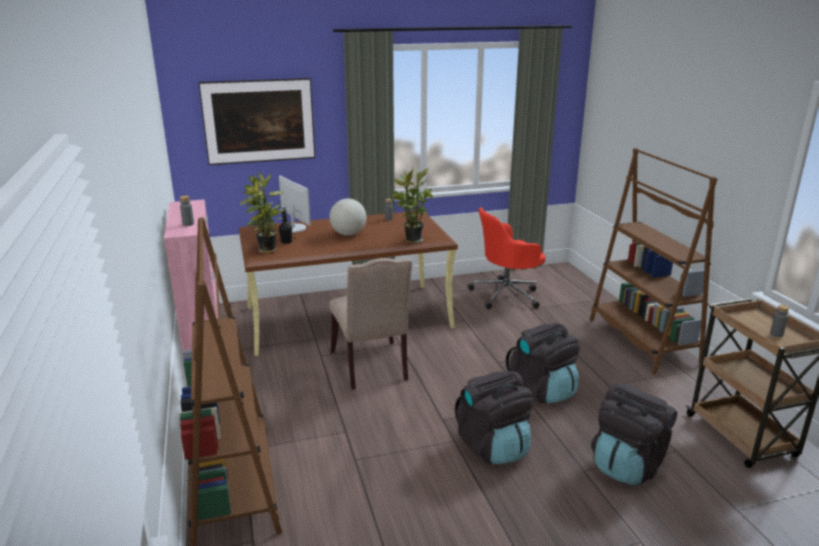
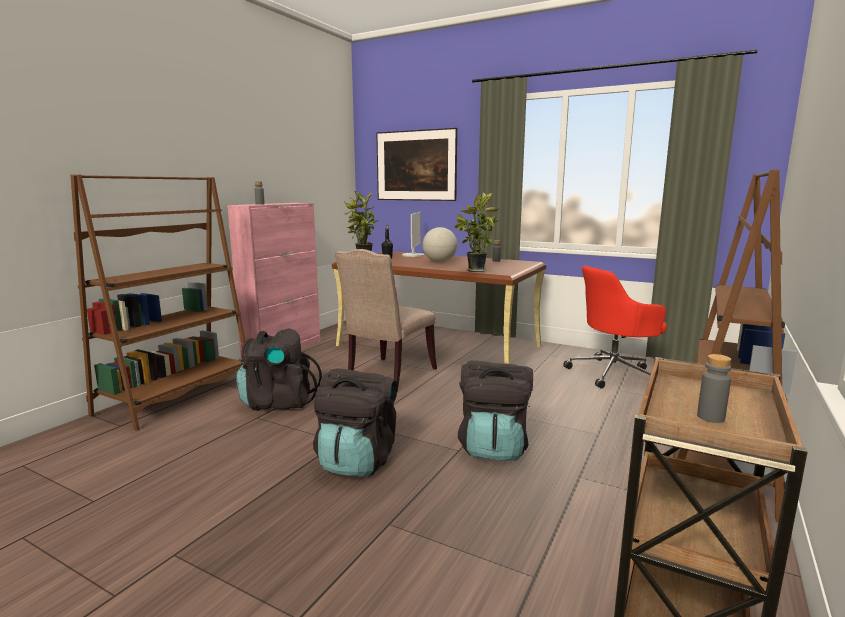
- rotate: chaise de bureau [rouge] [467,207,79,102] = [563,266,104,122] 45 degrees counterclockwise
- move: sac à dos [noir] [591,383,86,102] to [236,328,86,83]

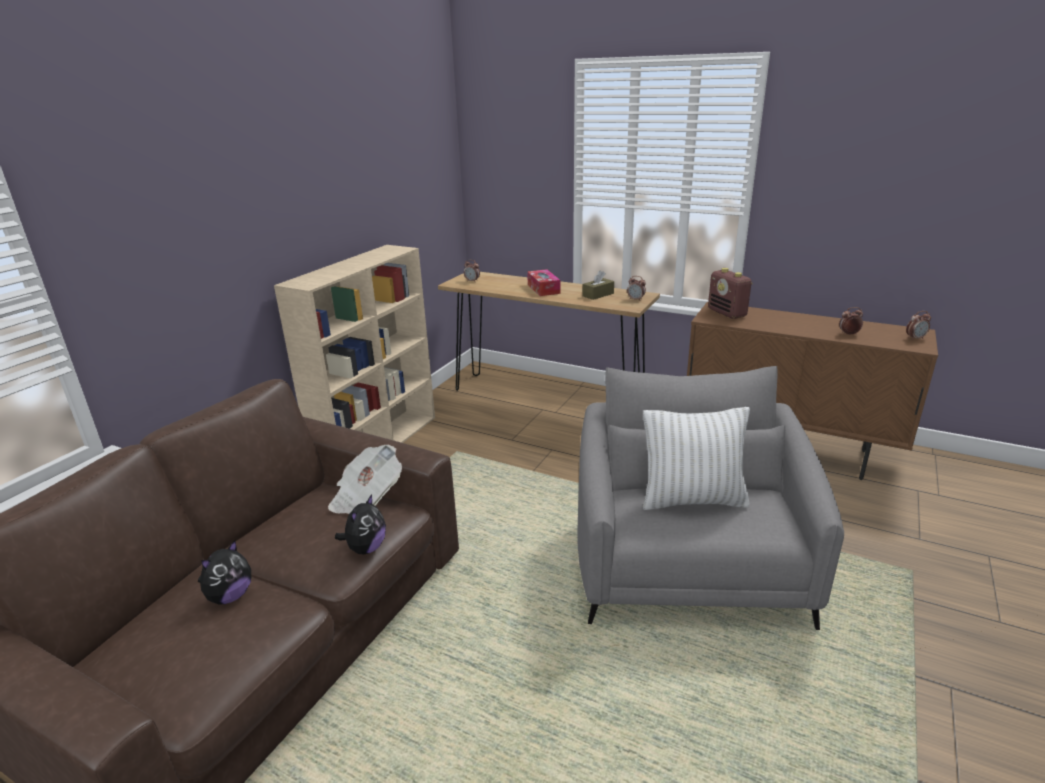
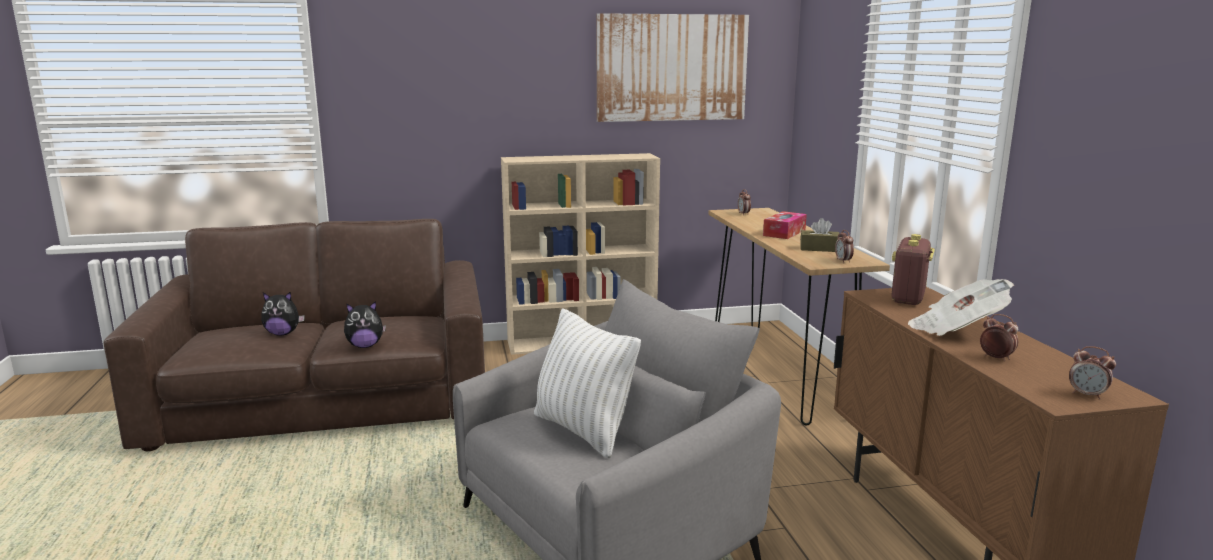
- move: journal [328,445,74,69] to [908,279,106,57]
- insert: tableau [596,13,153,109]

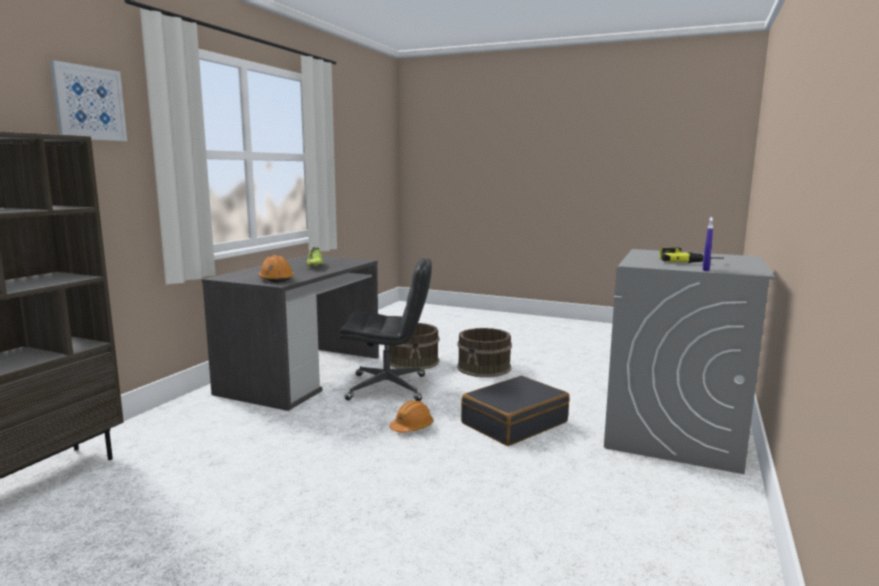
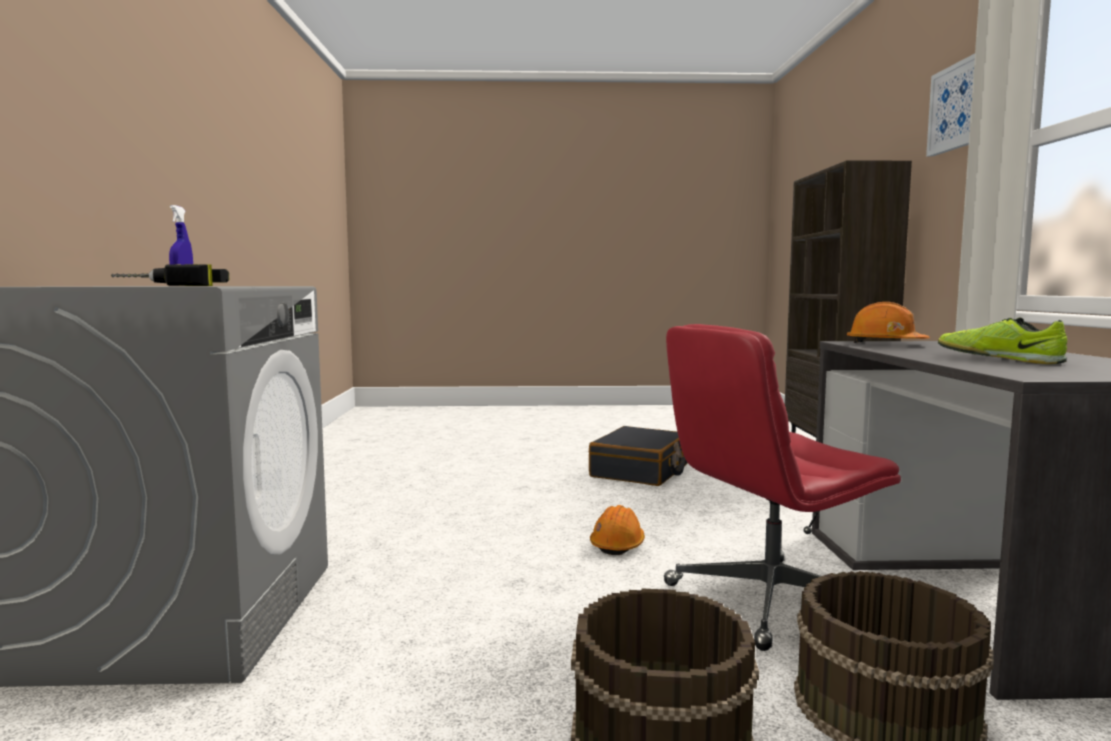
- recolor: chaise de bureau [noir] [340,258,92,143] to chaise de bureau [rouge] [664,324,237,327]
- move: valise [noir] [461,376,109,70] to [589,426,99,60]

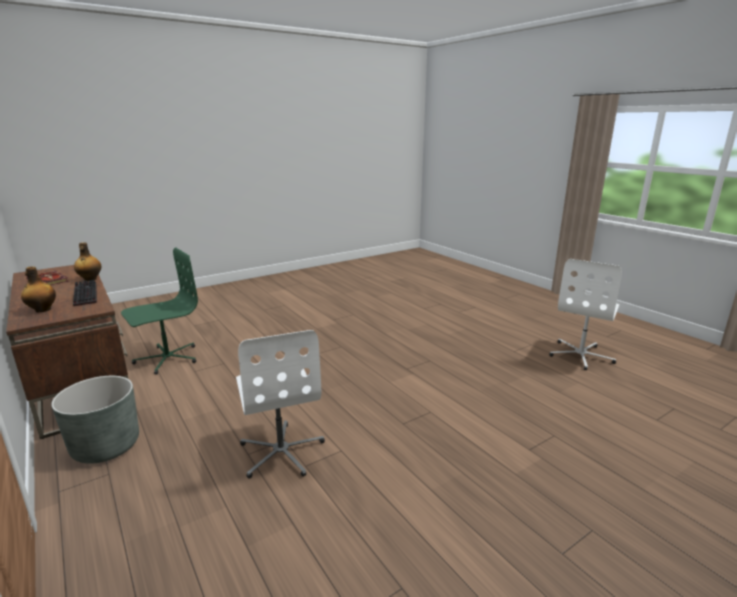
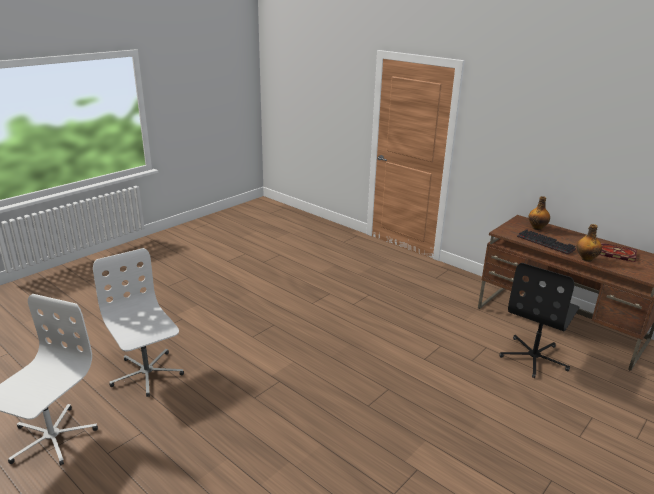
- recolor: chaise de bureau [vert] [121,248,77,127] to chaise de bureau [noir] [499,263,80,115]
- move: chaise de bureau [blanc] [236,330,89,149] to [93,248,91,149]
- delete: cache-pot [gris] [51,376,88,88]

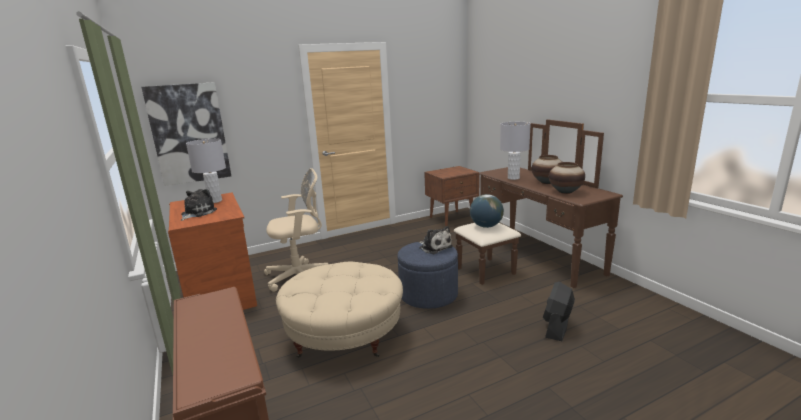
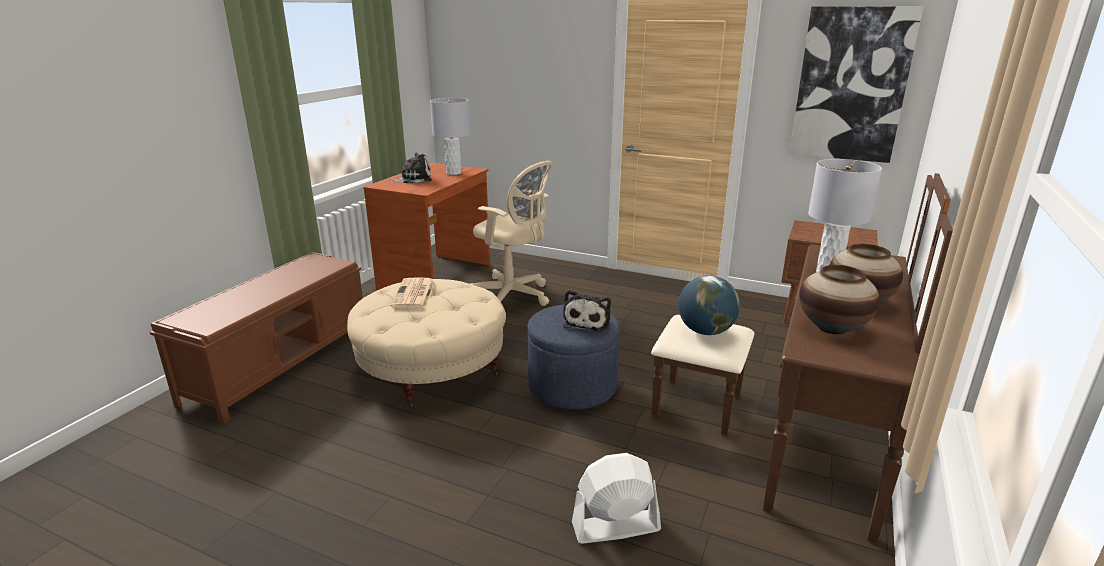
- move: tableau [141,82,90,104] to [789,7,134,156]
- recolor: ventilateur [noir] [543,282,32,59] to ventilateur [blanc] [572,453,89,91]
- insert: journal [391,277,44,31]

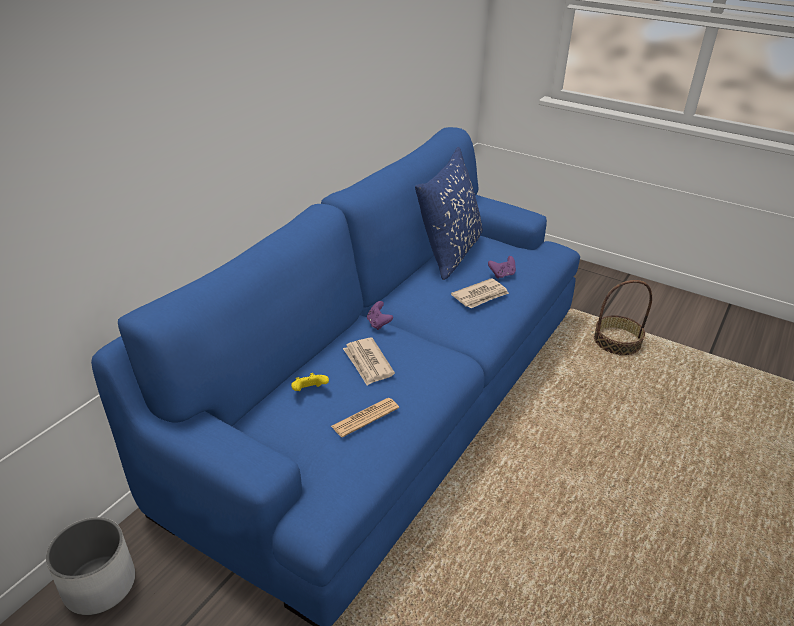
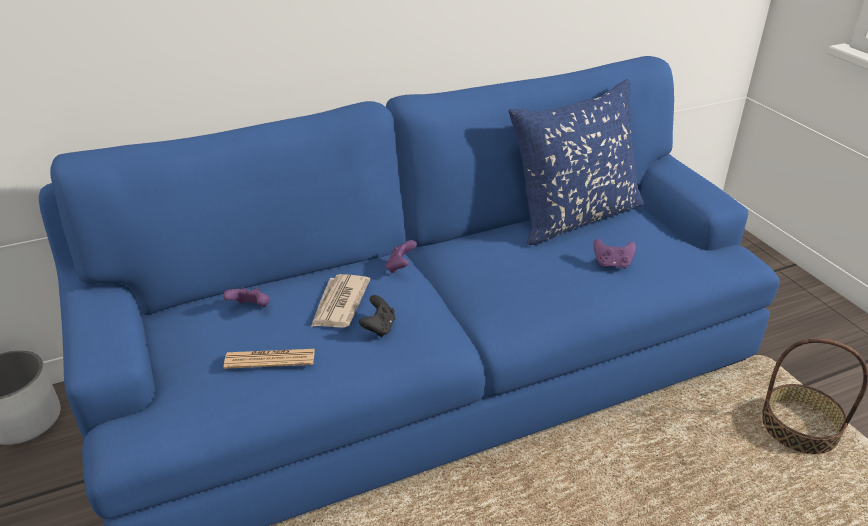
- delete: journal [451,278,58,30]
- recolor: manette [jaune] [291,373,38,18] to manette [violet] [223,287,47,20]
- insert: manette [noir] [359,295,36,42]

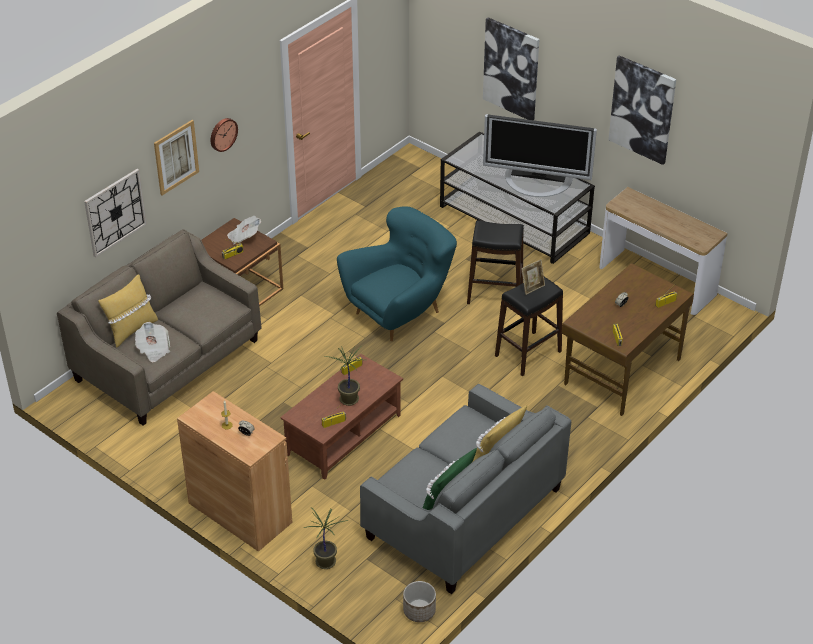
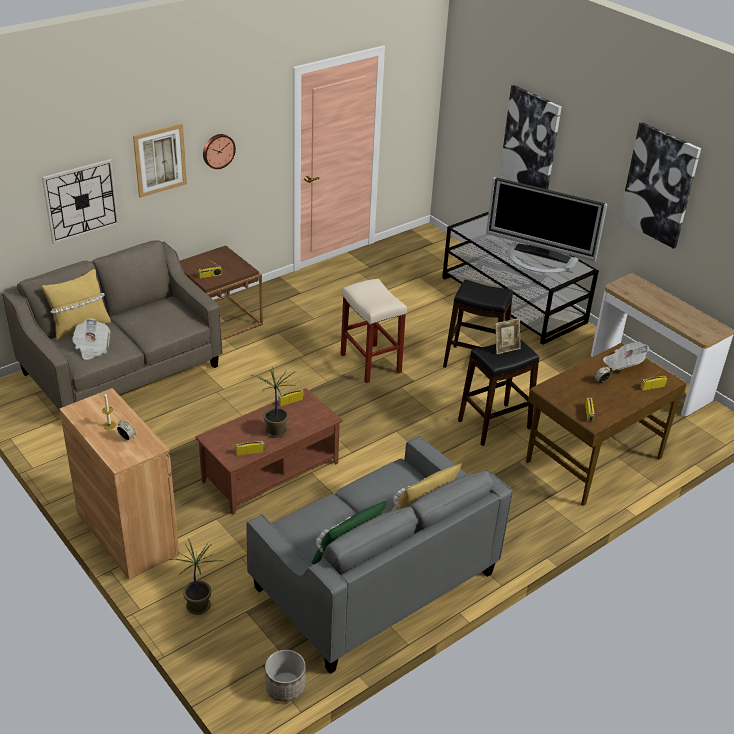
- replace: fauteuil [turquoise] [337,206,120,135] to tabouret [beige] [341,279,66,104]
- move: journal [227,216,34,28] to [603,342,47,29]

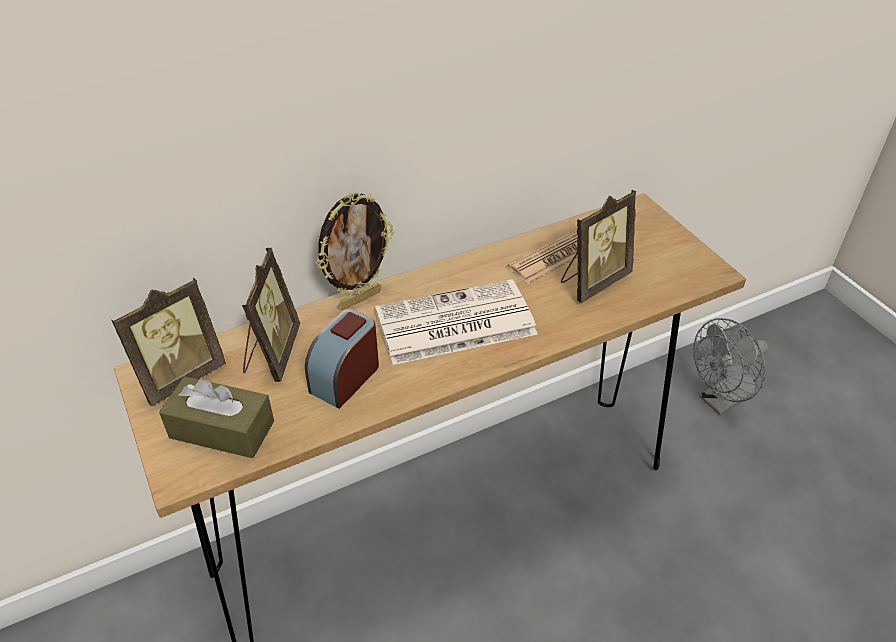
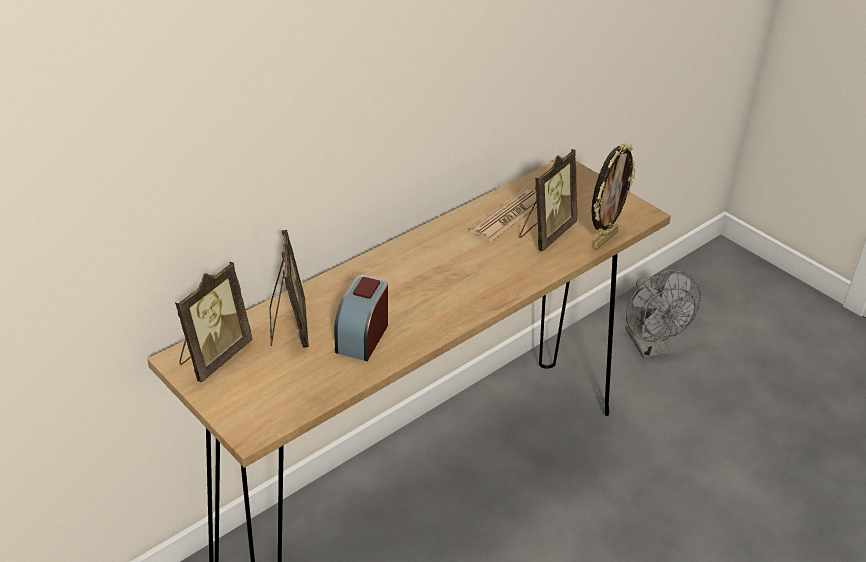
- move: cadre photo [316,192,78,118] to [591,143,44,107]
- delete: journal [375,279,163,86]
- rotate: ventilateur [gris] [694,318,75,97] = [625,270,76,89] 60 degrees counterclockwise
- delete: boîte à mouchoirs [marron] [159,376,115,82]

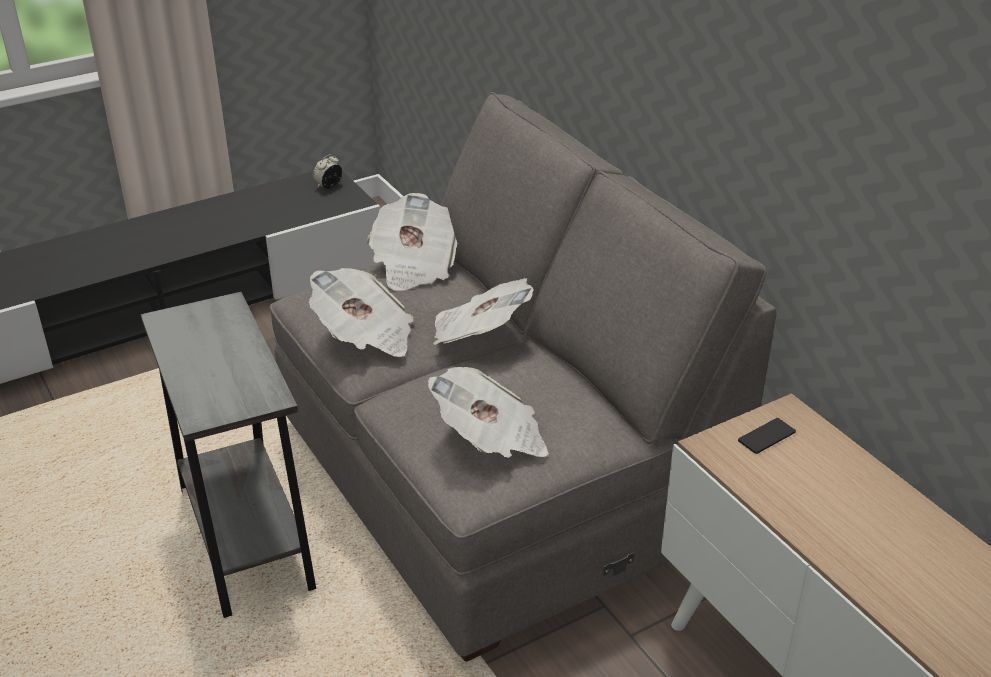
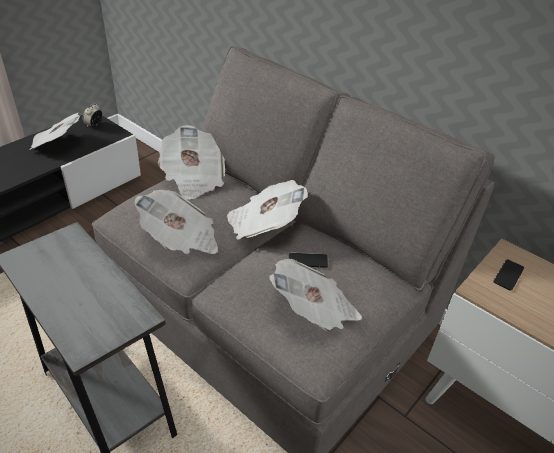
- insert: journal [29,112,51,38]
- insert: téléphone [289,253,39,15]

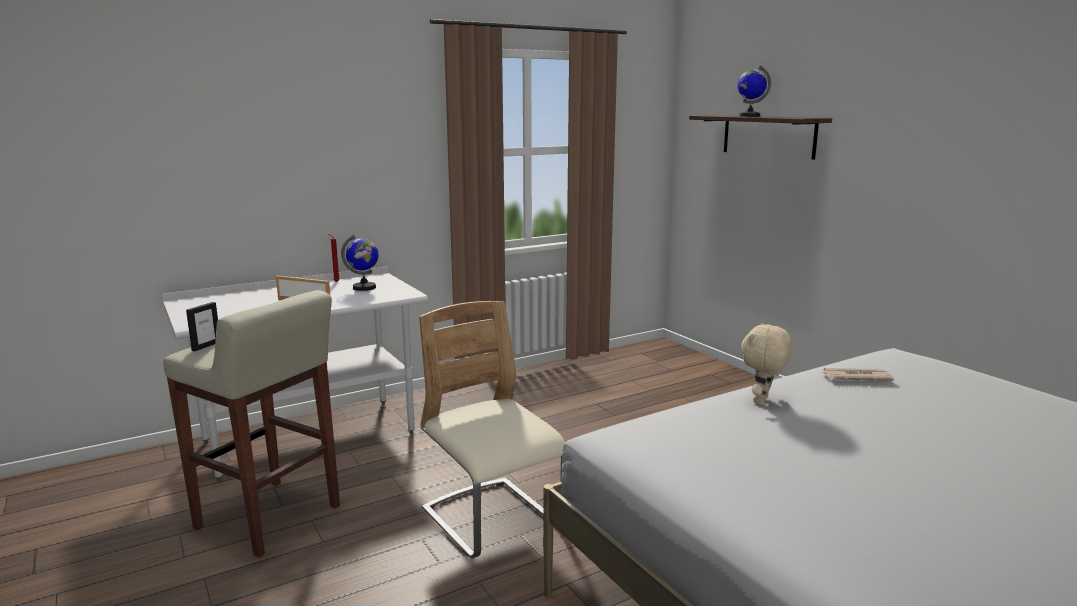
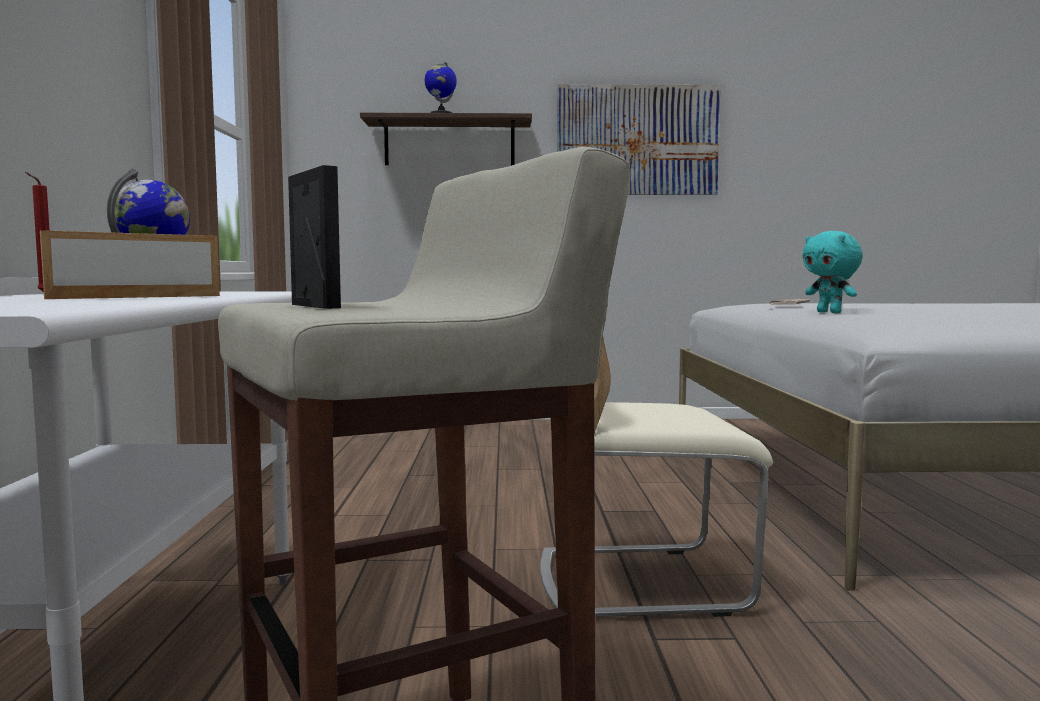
- recolor: peluche [beige] [741,323,52,82] to peluche [turquoise] [802,231,61,82]
- insert: tableau [557,84,163,111]

